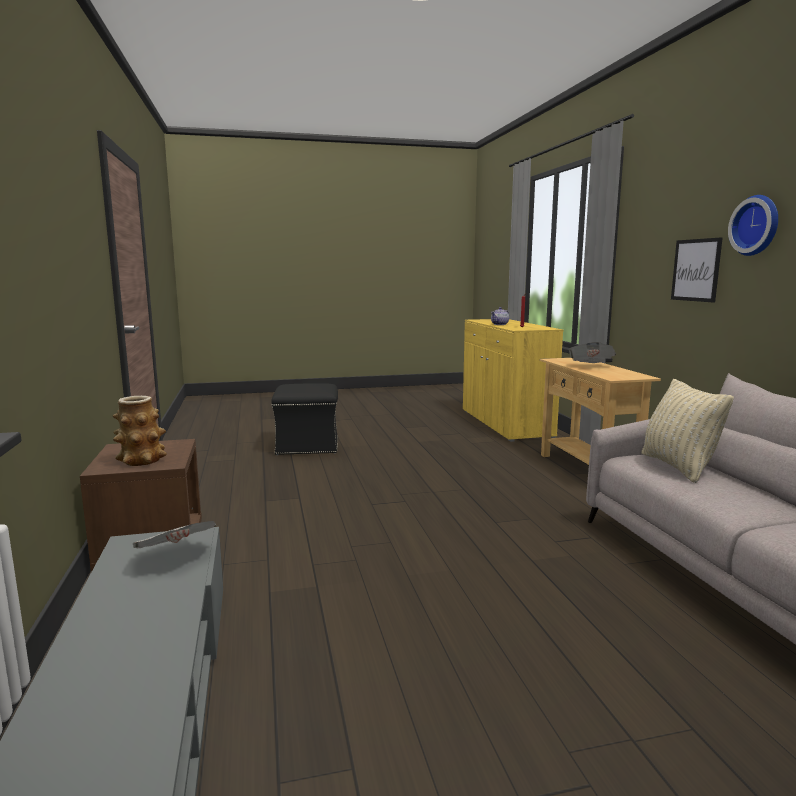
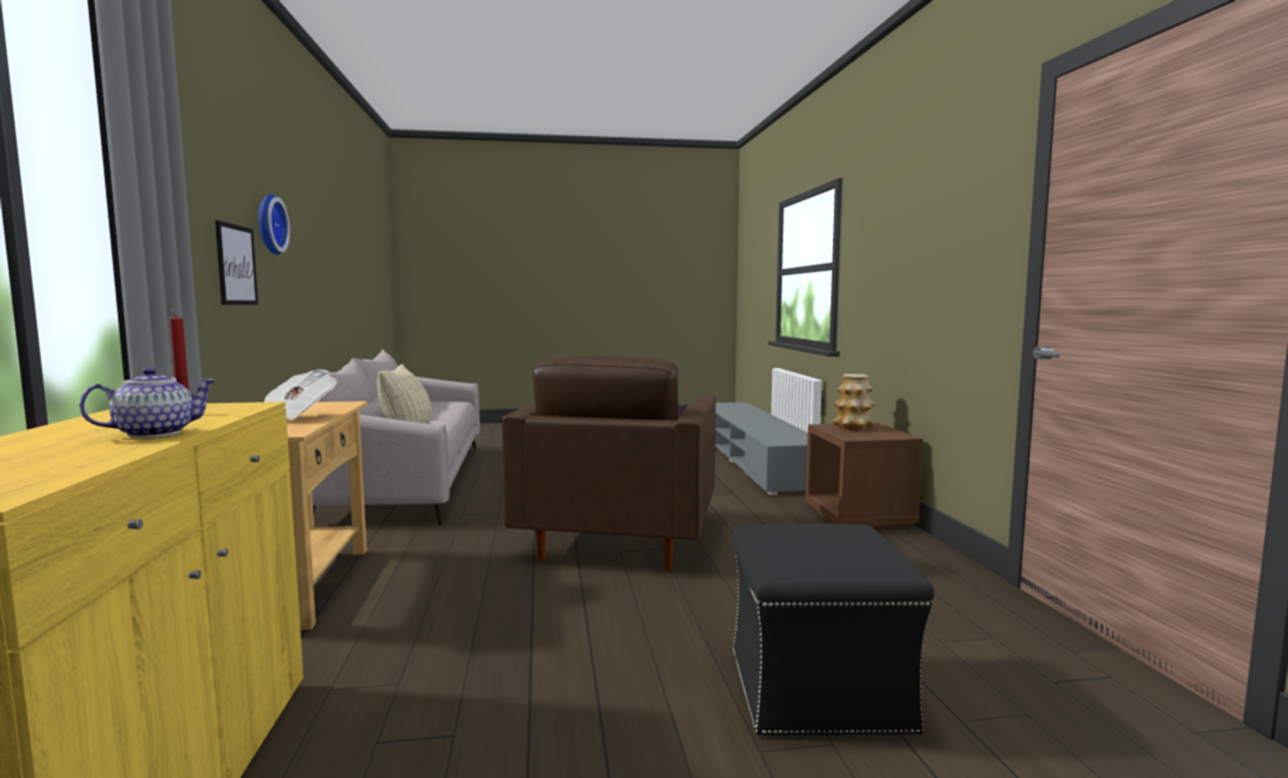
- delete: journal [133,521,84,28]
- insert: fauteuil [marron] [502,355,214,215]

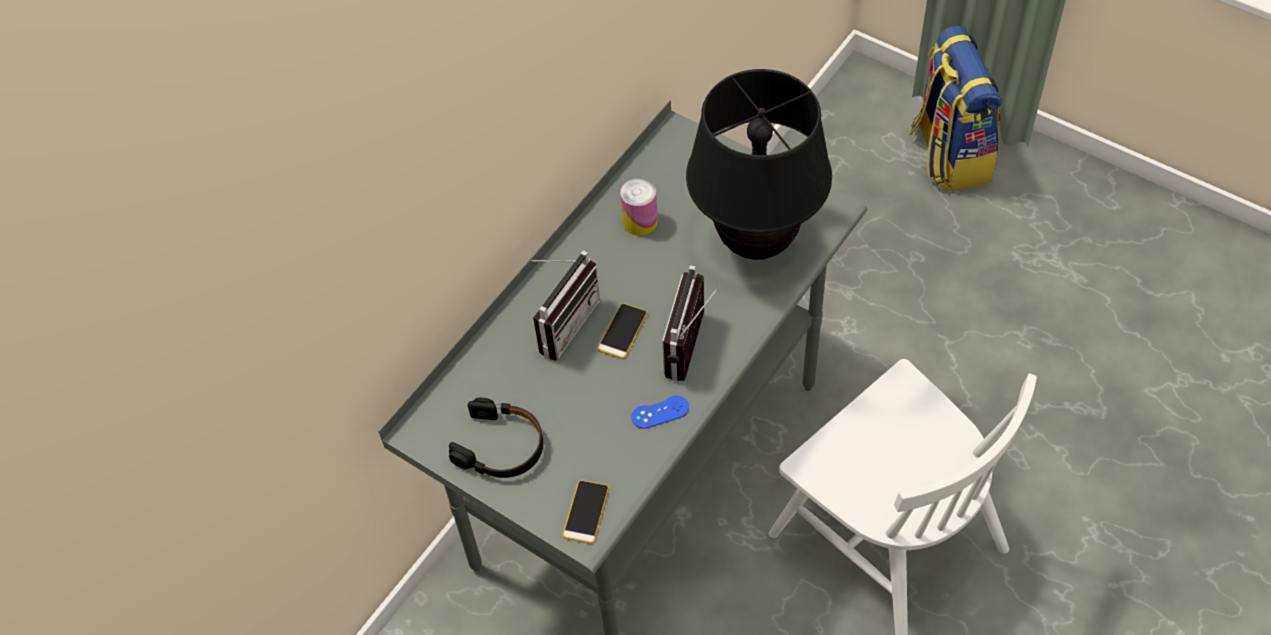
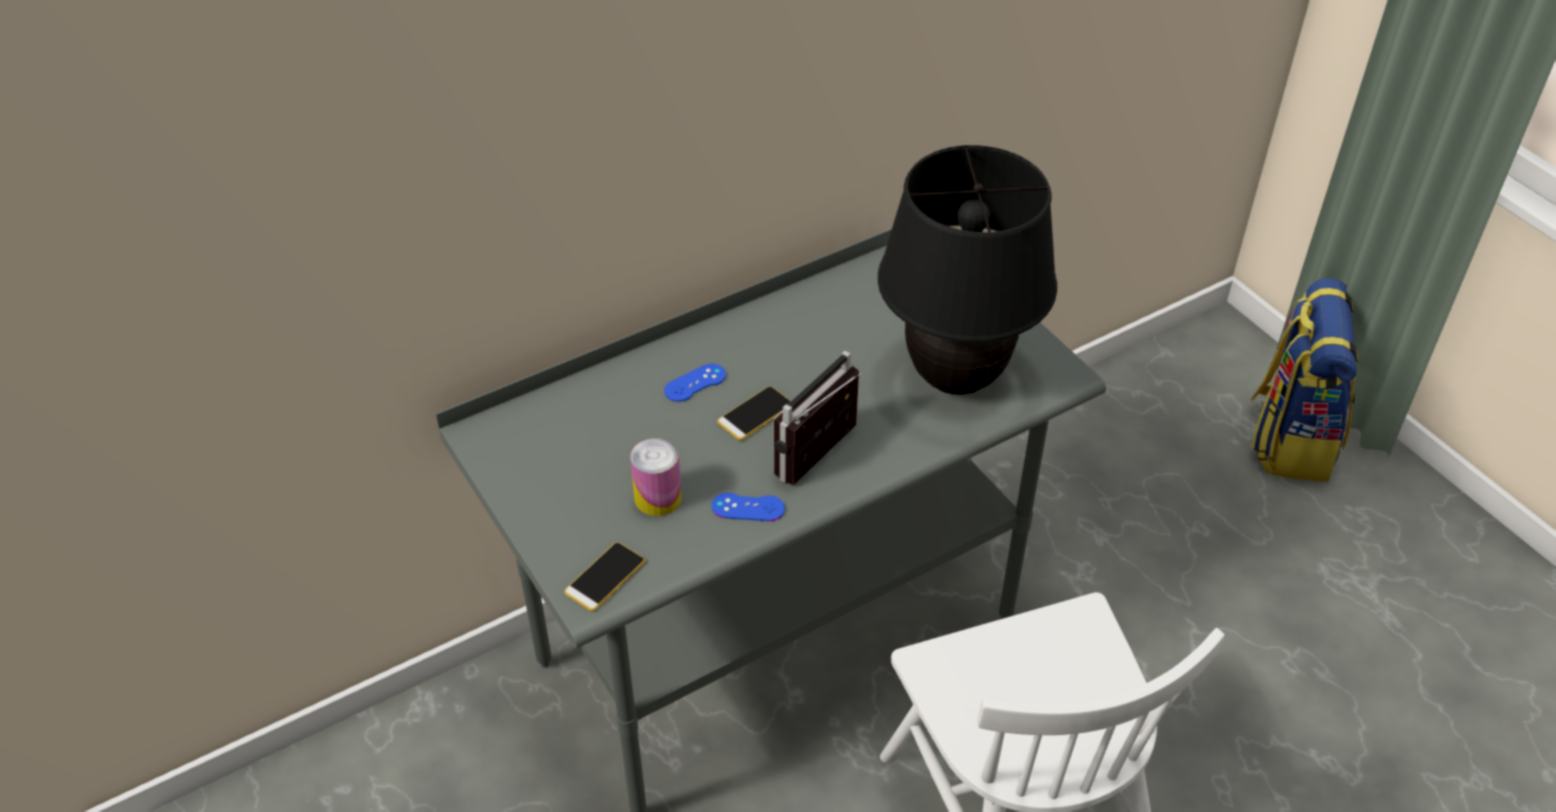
- move: boîte métallique [620,178,38,58] to [630,438,51,78]
- replace: radio [526,250,74,111] to manette [bleu] [664,364,62,38]
- delete: casque audio [noir] [449,397,94,81]

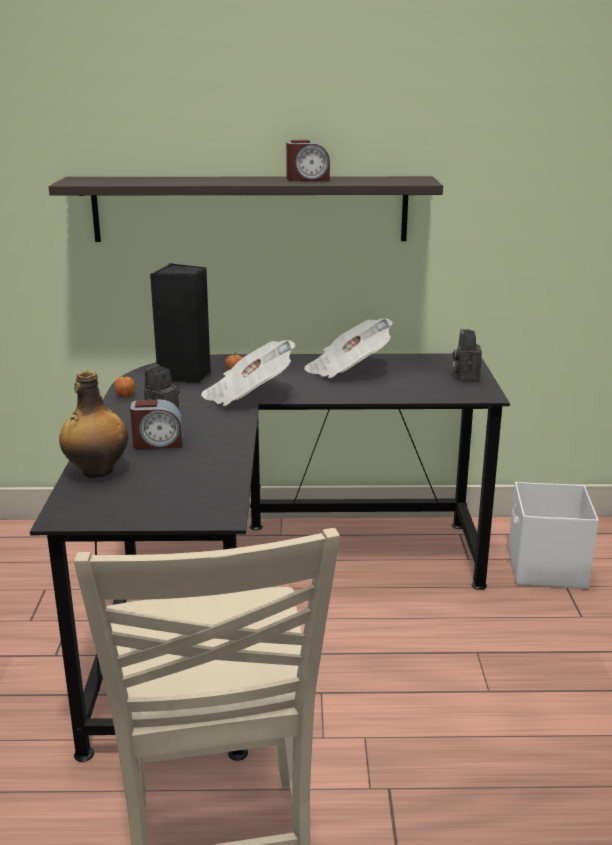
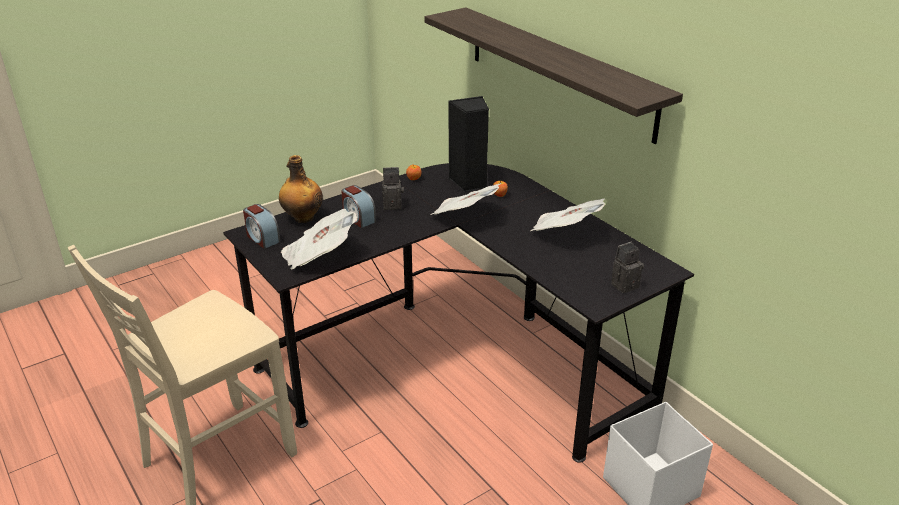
- move: réveil [286,140,44,41] to [243,204,37,45]
- insert: journal [281,209,76,61]

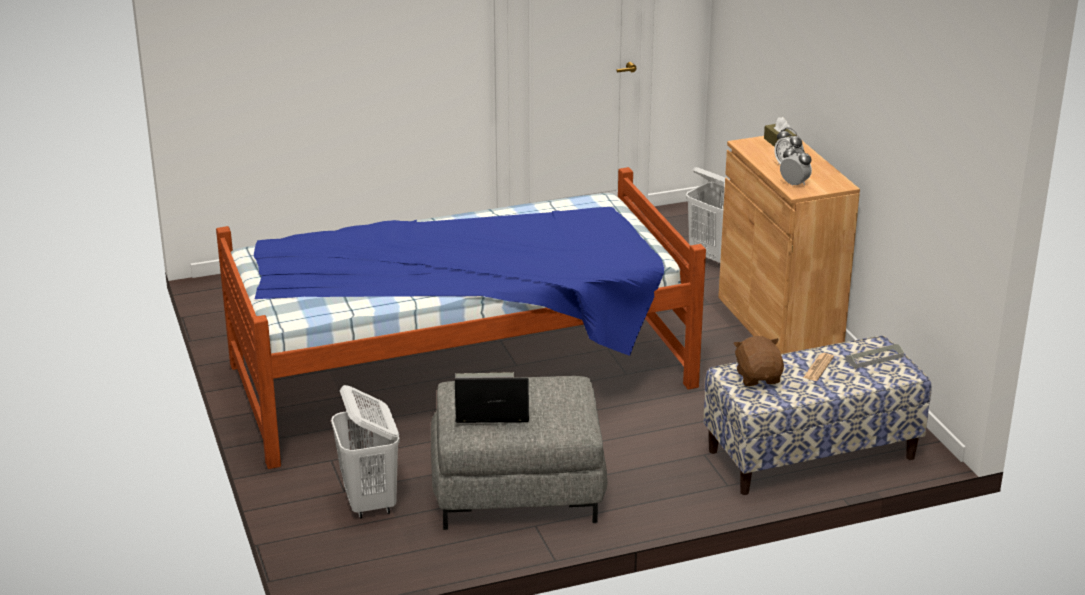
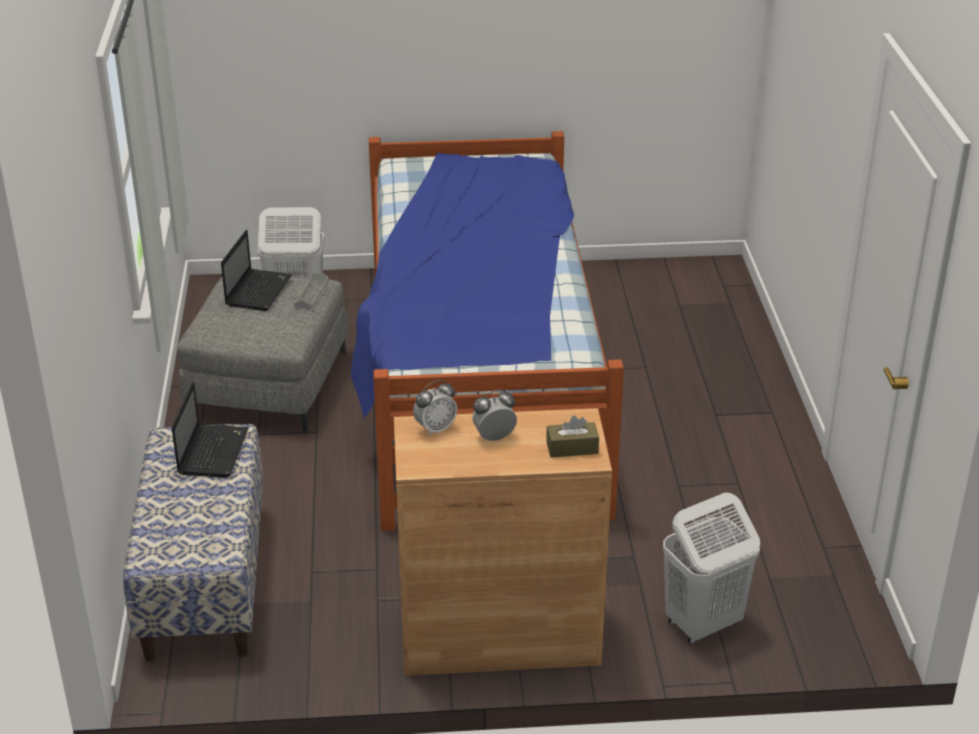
- replace: peluche [marron] [733,336,51,50] to ordinateur portable [171,382,78,96]
- delete: plateau [gris] [846,344,58,25]
- delete: journal [803,353,31,28]

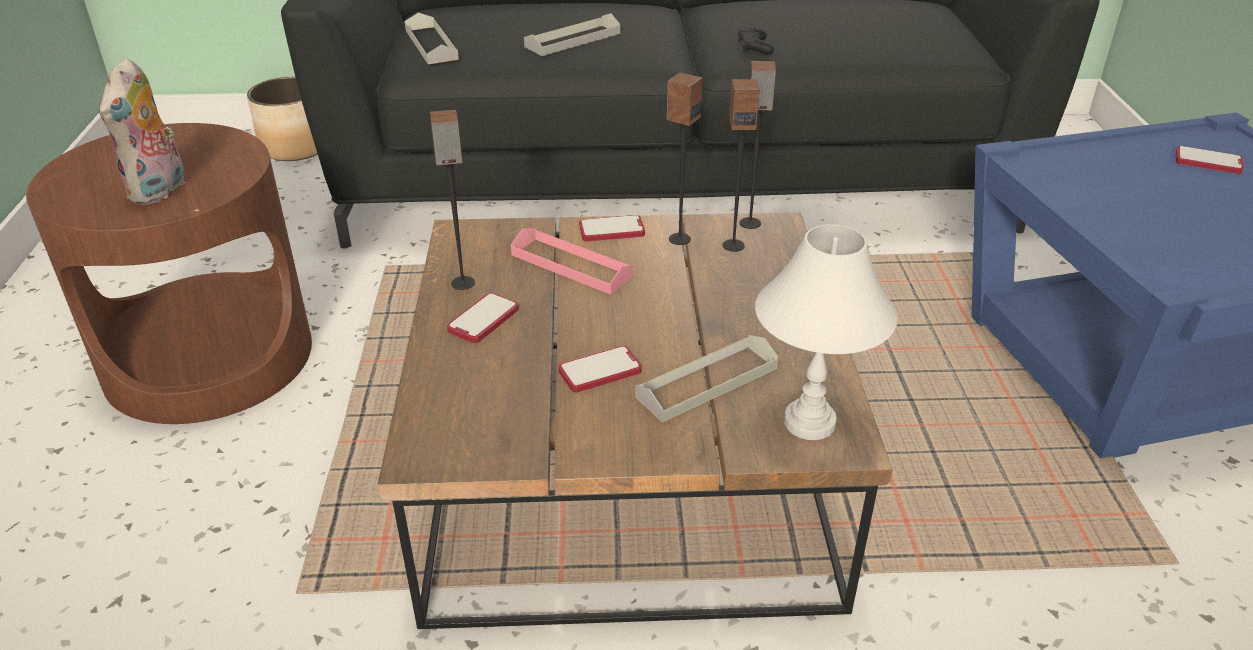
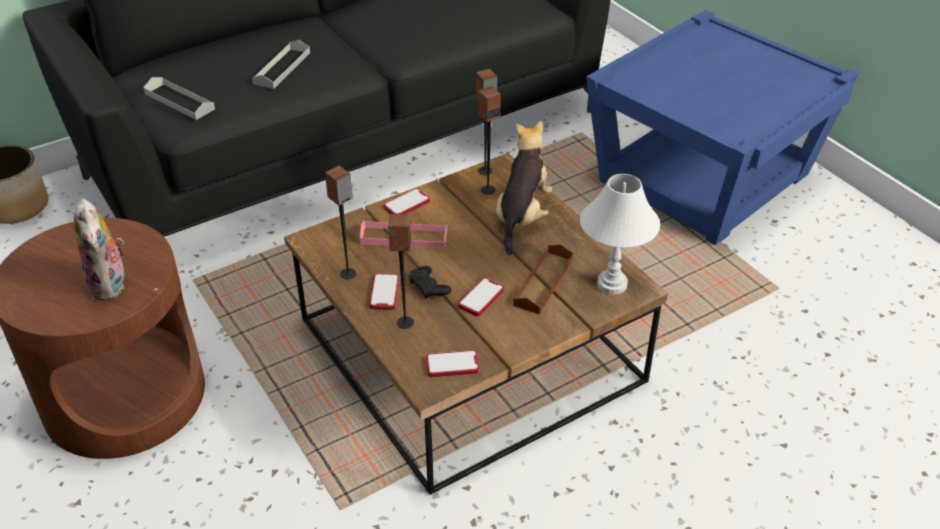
- move: manette [noir] [737,27,37,28] to [409,266,42,33]
- move: enceinte [667,72,36,173] to [388,214,26,115]
- move: téléphone [1176,146,68,28] to [426,350,53,27]
- recolor: plateau [gris] [635,335,143,87] to plateau [marron] [513,244,60,70]
- insert: peluche [496,121,56,134]

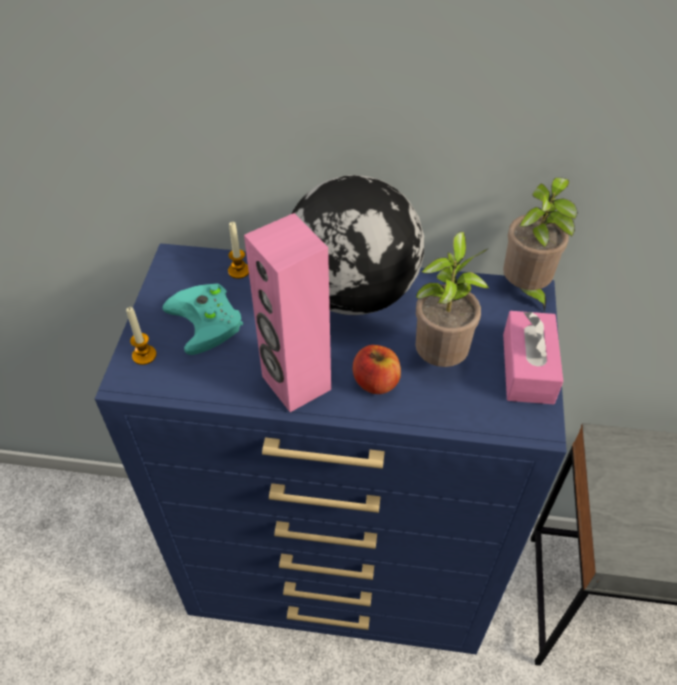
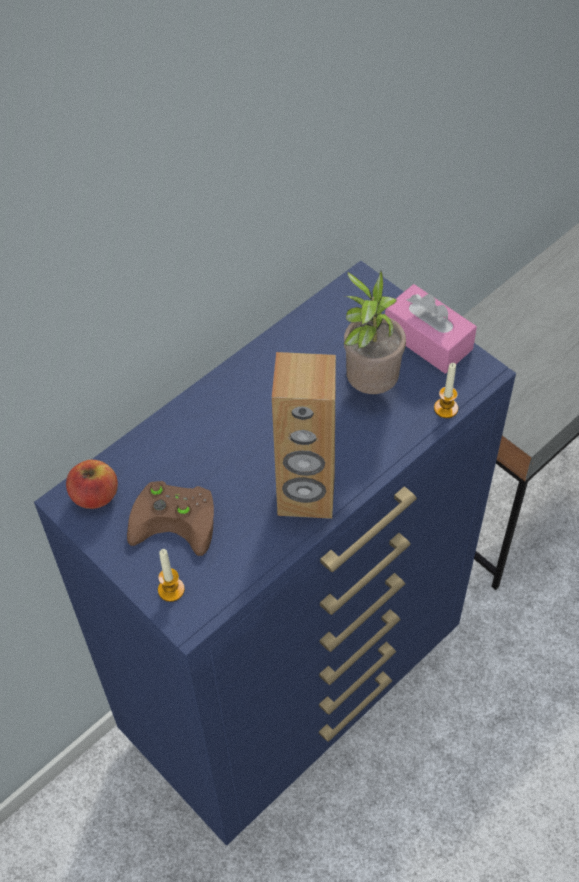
- delete: globe [292,175,132,140]
- delete: plante en pot [503,178,75,133]
- recolor: enceinte [rose] [244,213,87,199] to enceinte [marron] [272,352,64,167]
- move: bougie [228,222,21,57] to [434,363,24,55]
- recolor: manette [turquoise] [162,284,81,71] to manette [marron] [127,481,87,75]
- move: pomme [353,345,48,49] to [66,460,52,49]

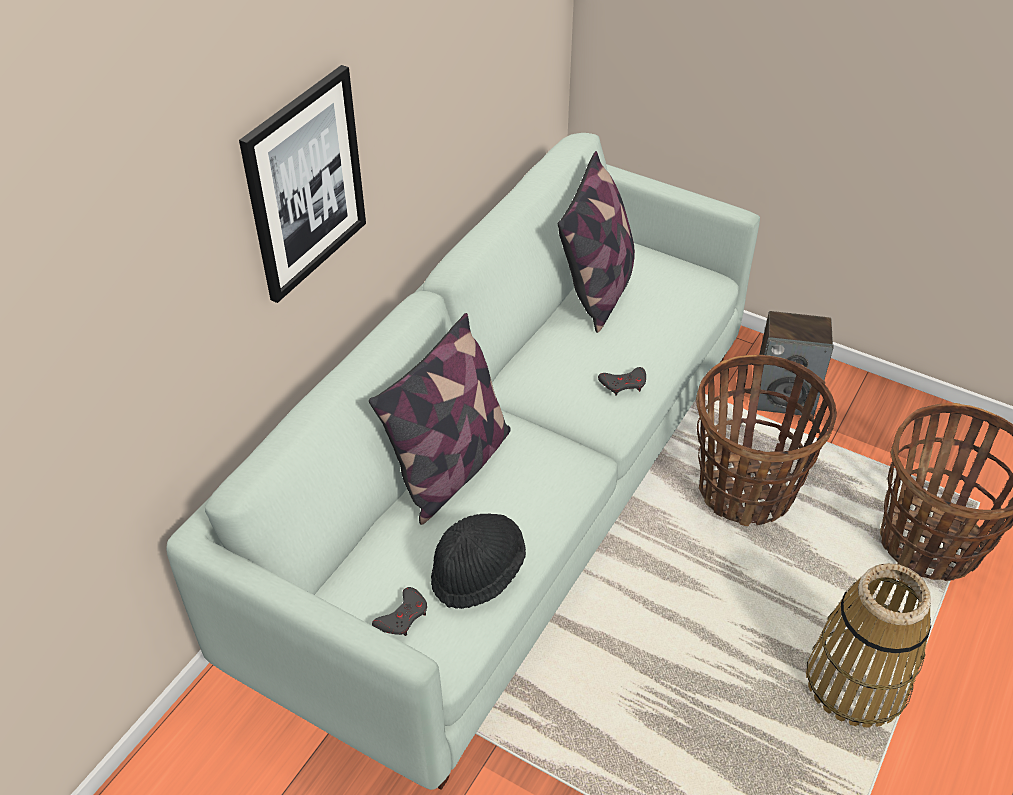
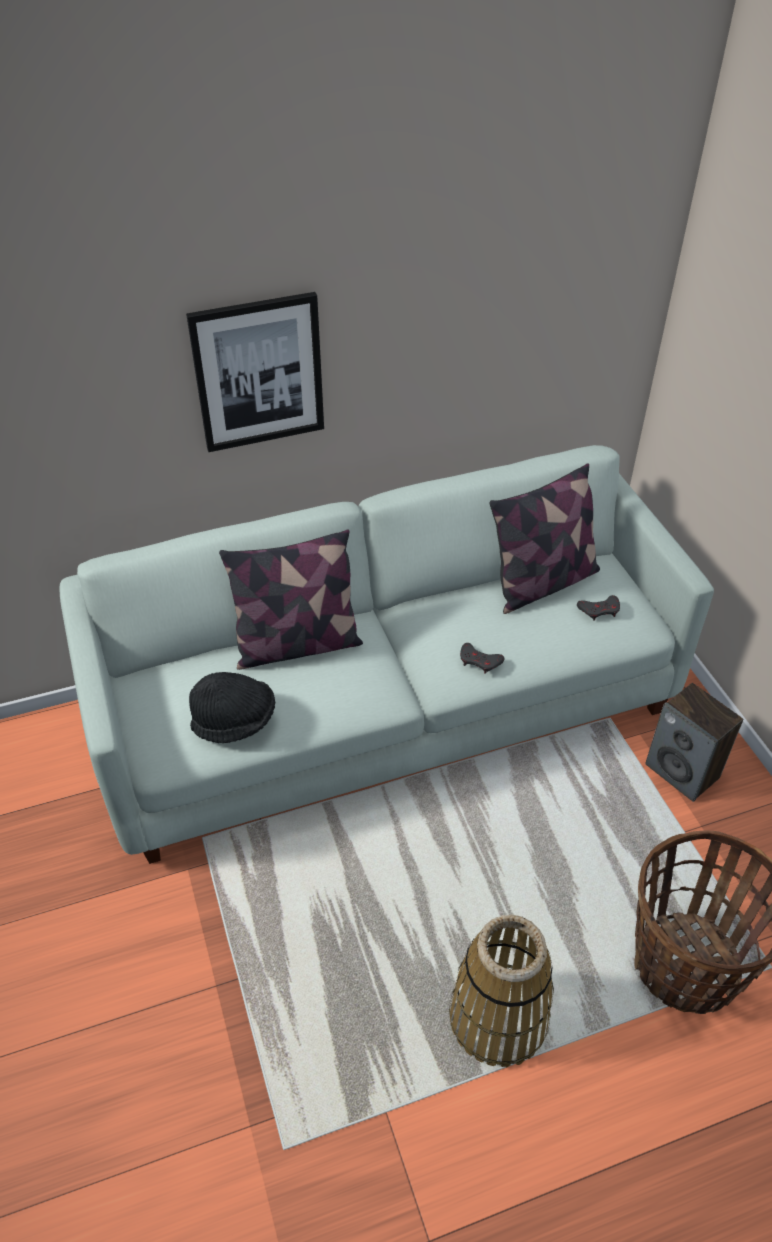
- delete: panier [696,355,141,171]
- move: manette [gris] [372,587,55,49] to [577,595,43,26]

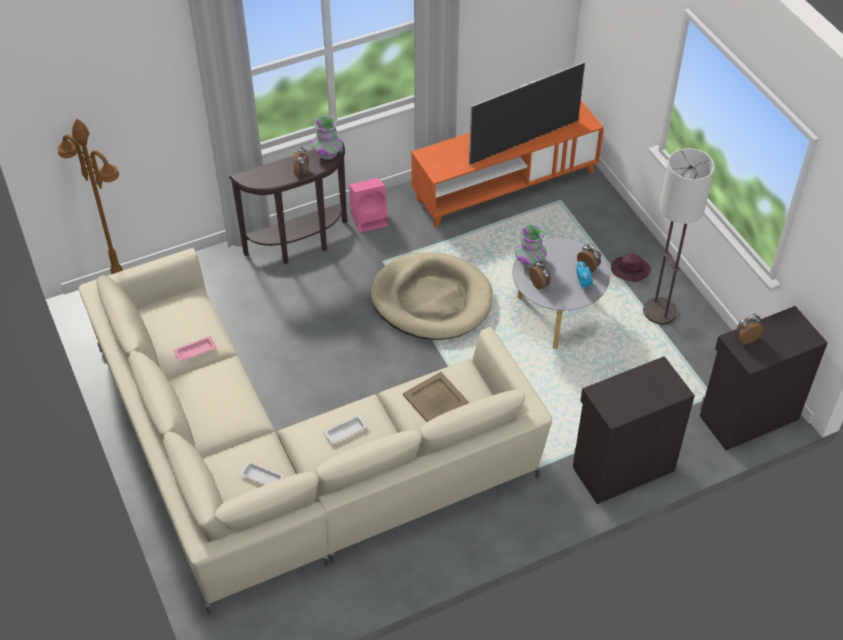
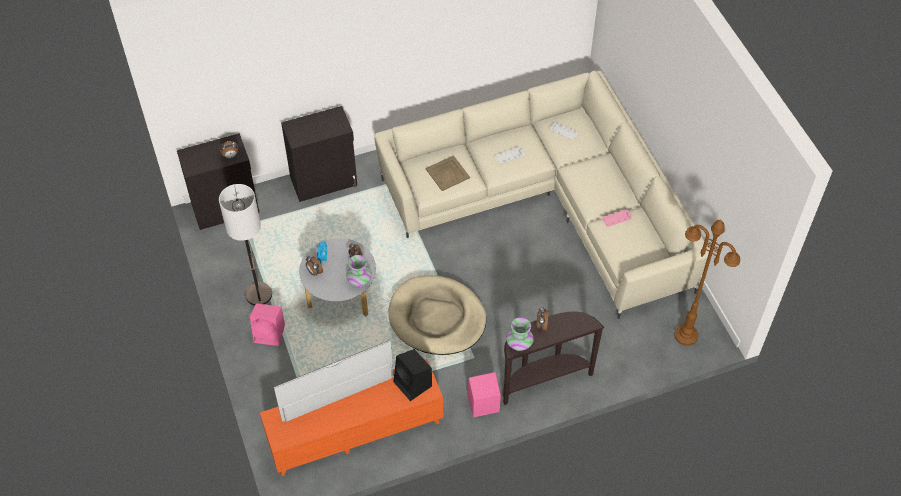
- replace: chapeau [violet] [611,254,40,28] to enceinte [rose] [250,303,35,43]
- insert: enceinte [noir] [393,349,39,52]

